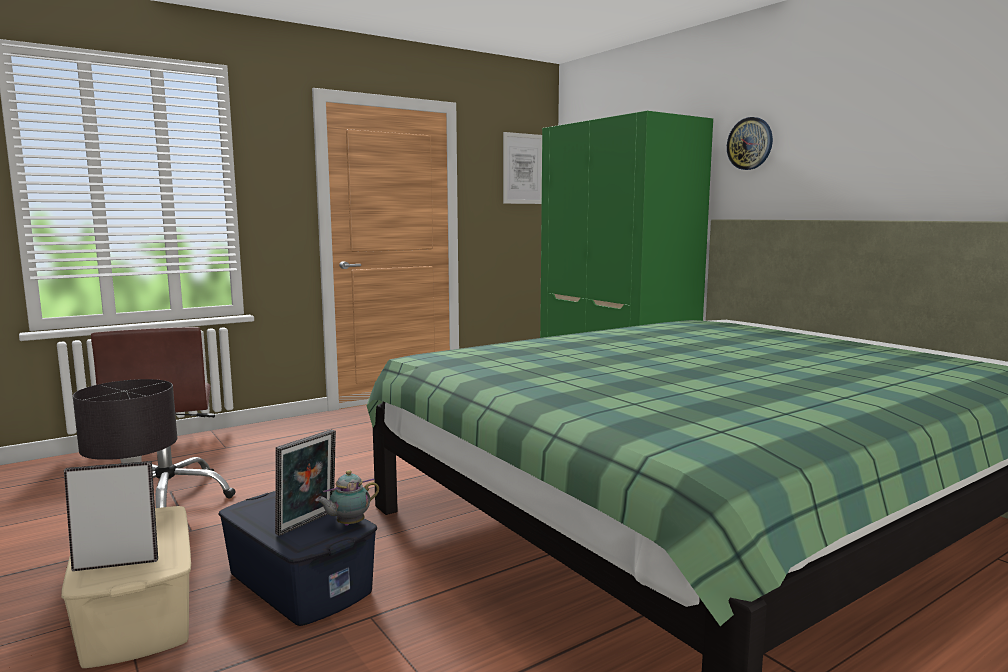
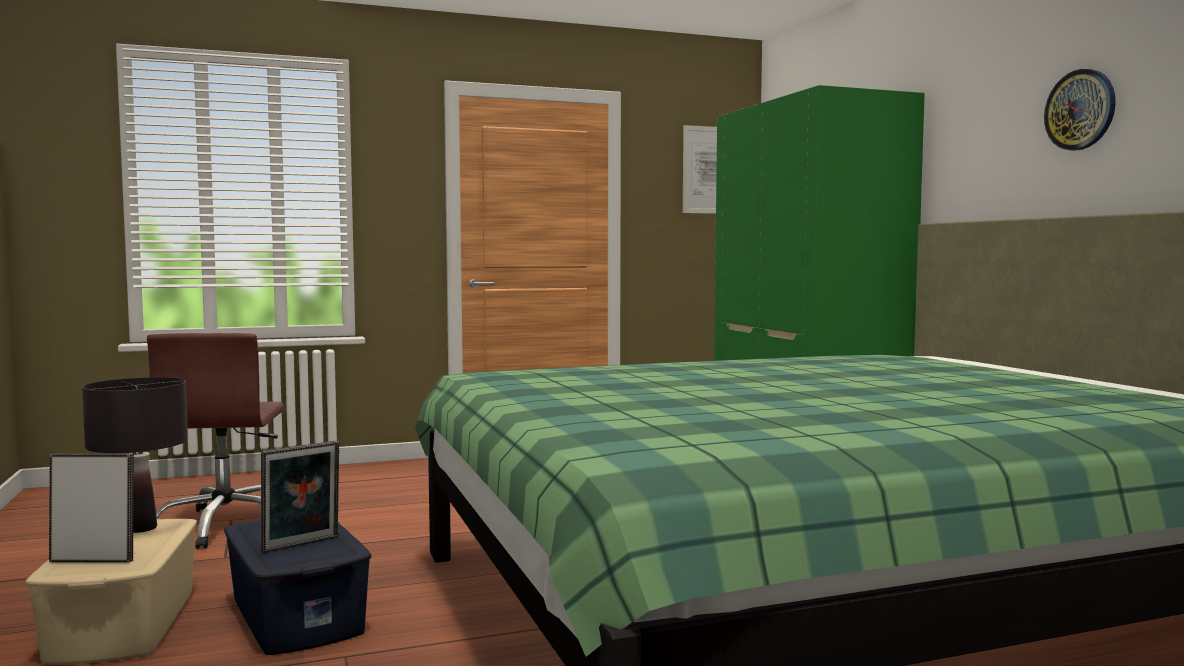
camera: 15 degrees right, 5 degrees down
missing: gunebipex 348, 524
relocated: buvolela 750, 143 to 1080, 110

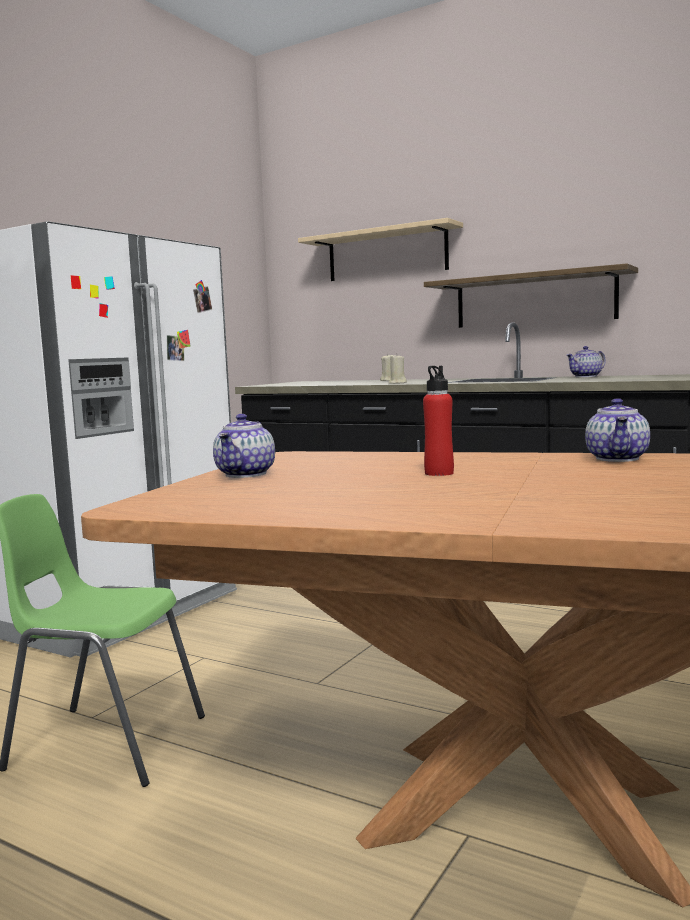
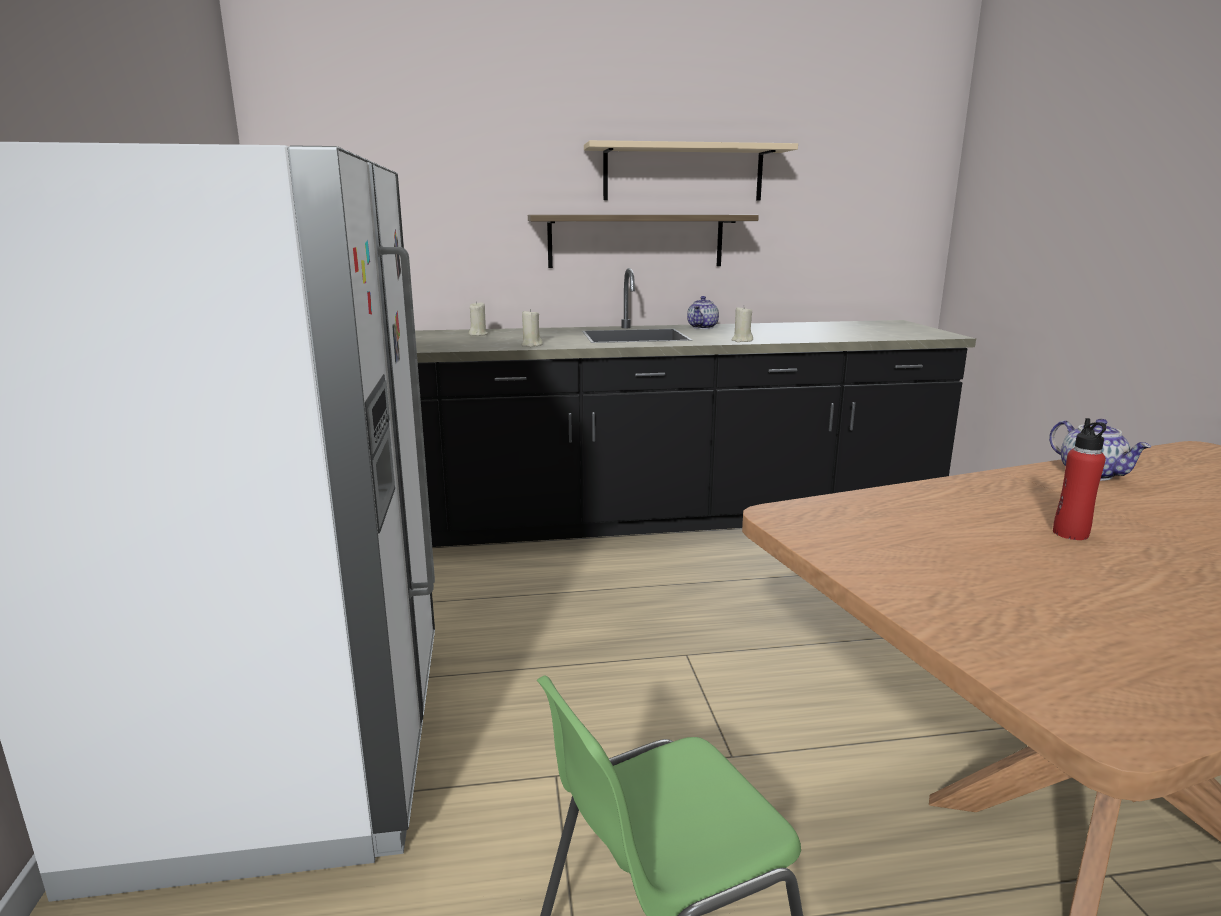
camera: 40 degrees left, 10 degrees up
missing: gunebipex 246, 474
appeared: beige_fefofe 741, 340
relocated: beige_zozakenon 387, 254 to 683, 173

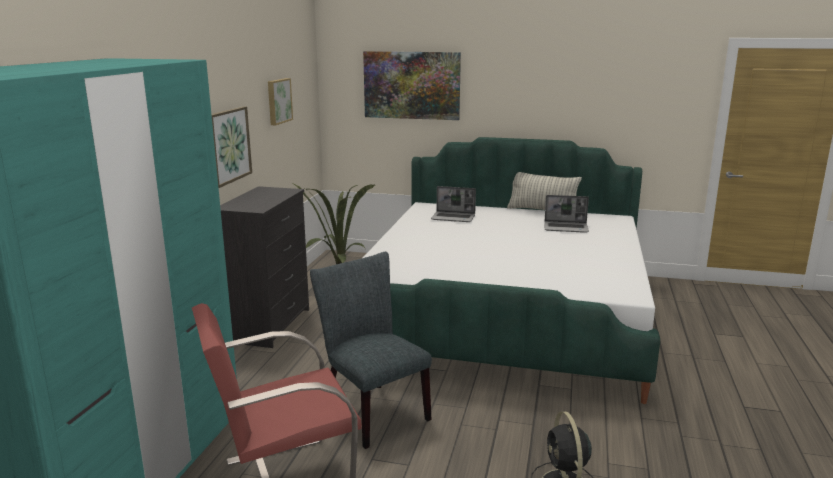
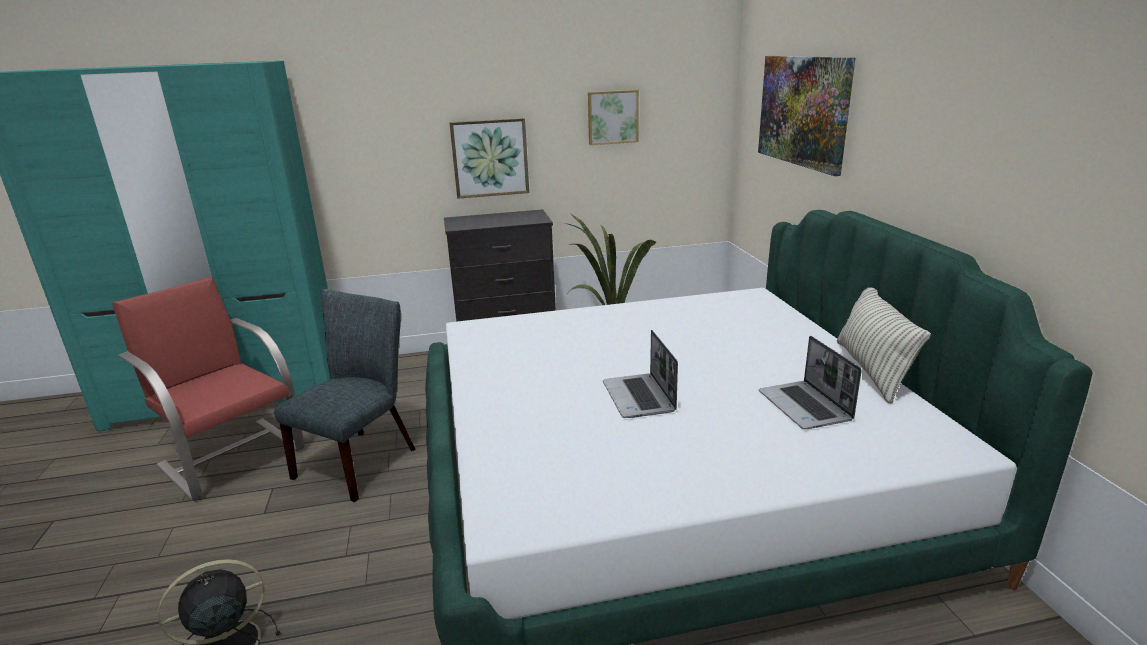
camera: 65 degrees right, 5 degrees up
relocated: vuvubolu 454, 218 to 639, 397

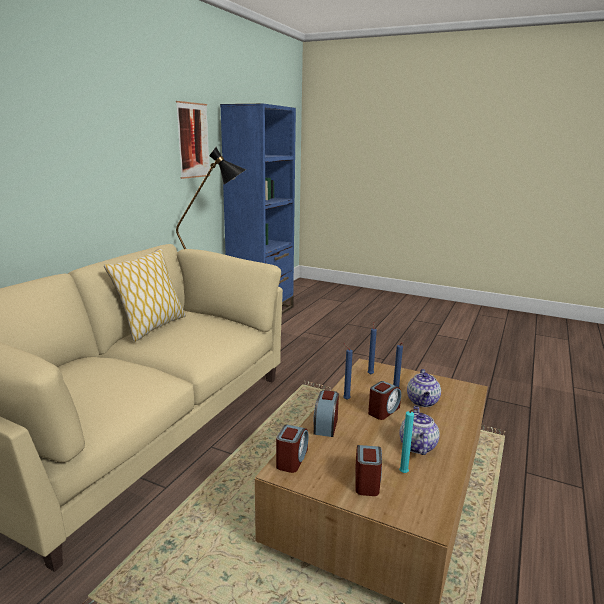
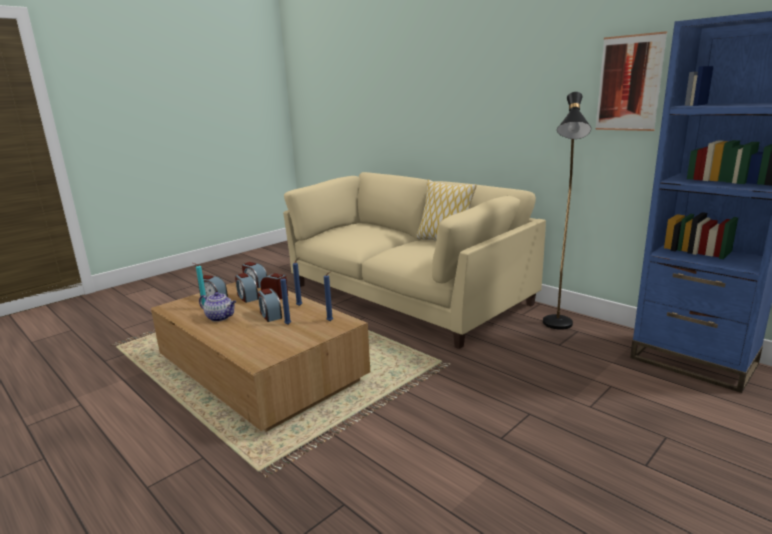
camera: 110 degrees right, 0 degrees up
missing: gunebipex 423, 402
appeared: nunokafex 247, 297

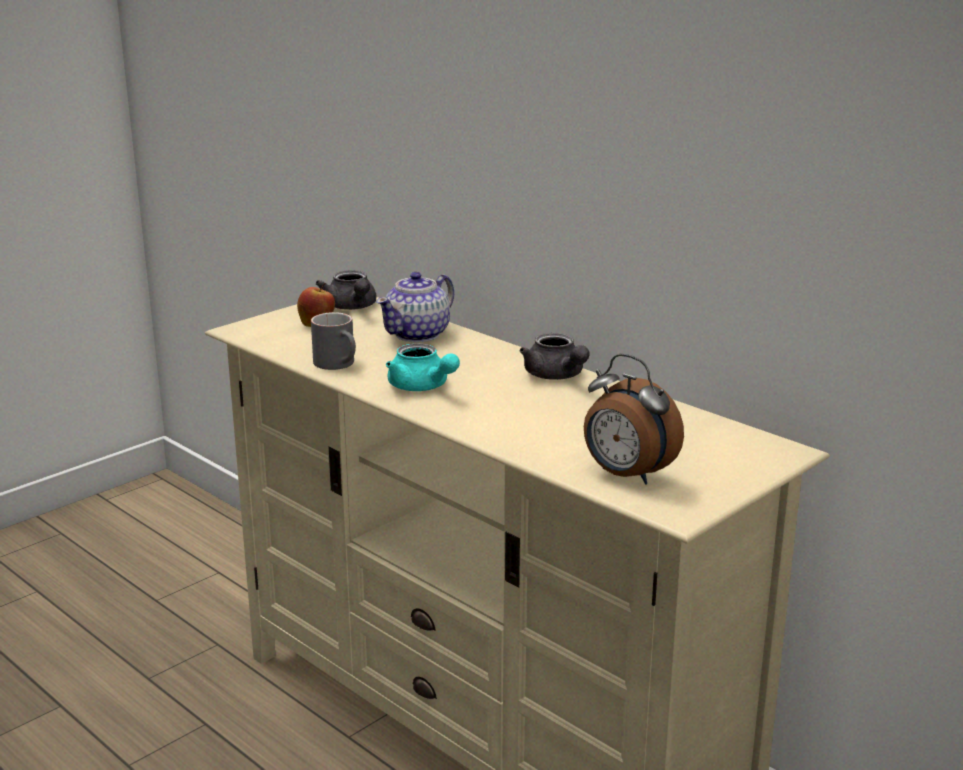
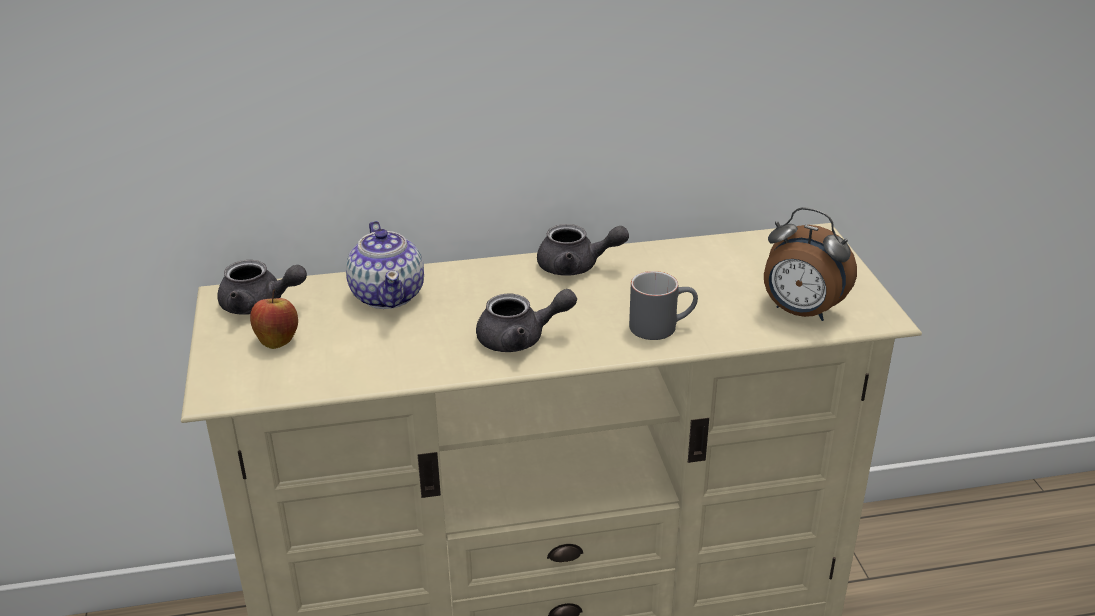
camera: 55 degrees left, 10 degrees up
relocated: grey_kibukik 339, 364 to 661, 326
colour: turquoise_gunebipex 422, 387 to grey_gunebipex 521, 339
spun: nunokafex 626, 475 = 800, 312 45 degrees clockwise

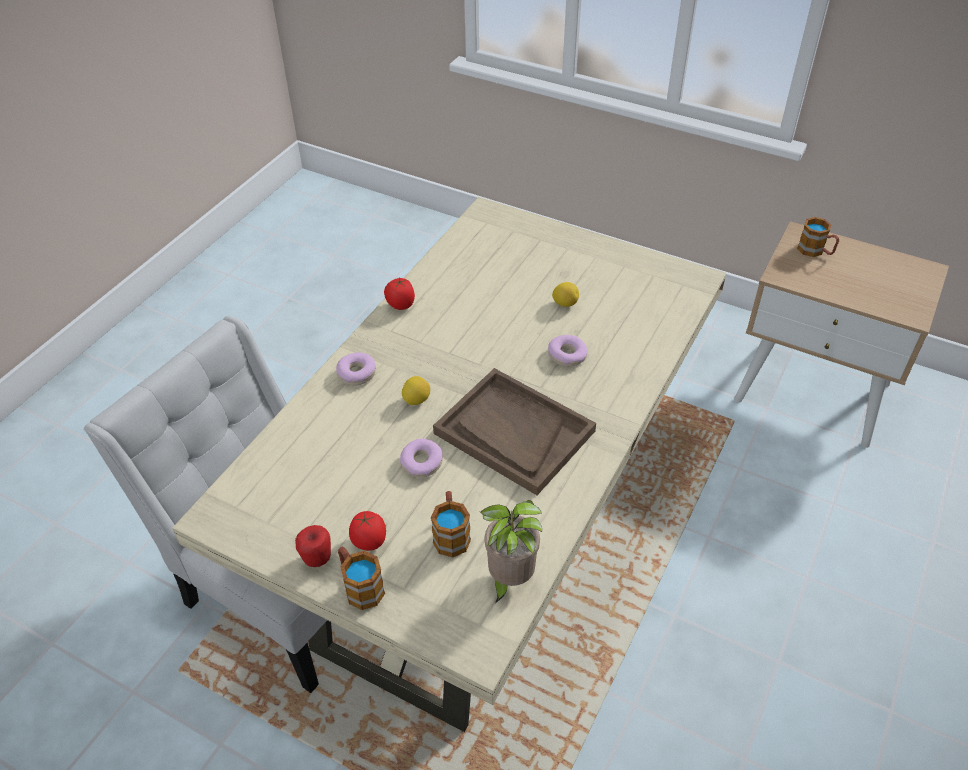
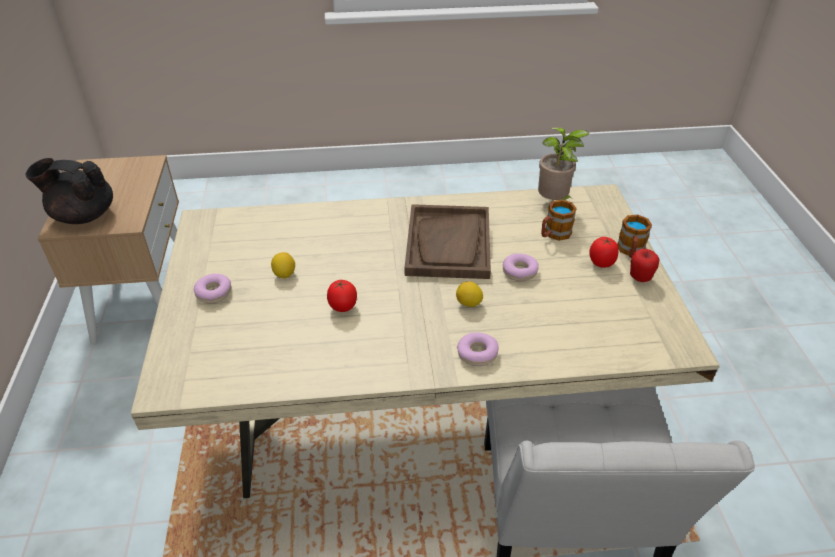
camera: 125 degrees left, 5 degrees down
relocated: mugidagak 400, 305 to 343, 307; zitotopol 567, 355 to 214, 293
exchanged: kibukik 815, 251 to black_gunebipex 83, 215

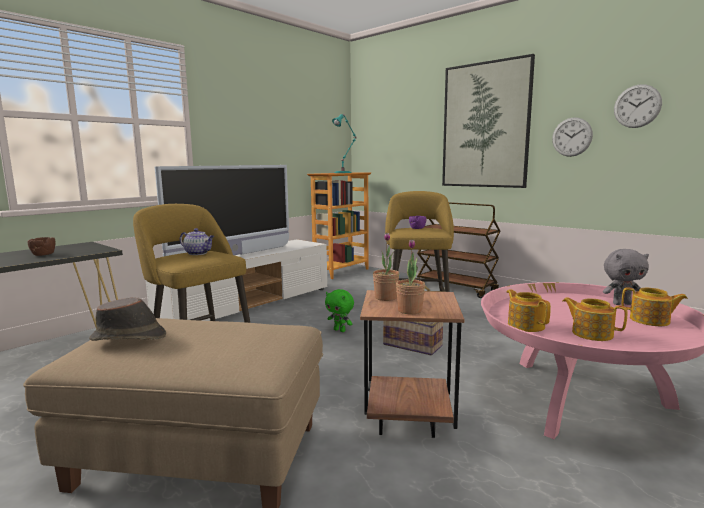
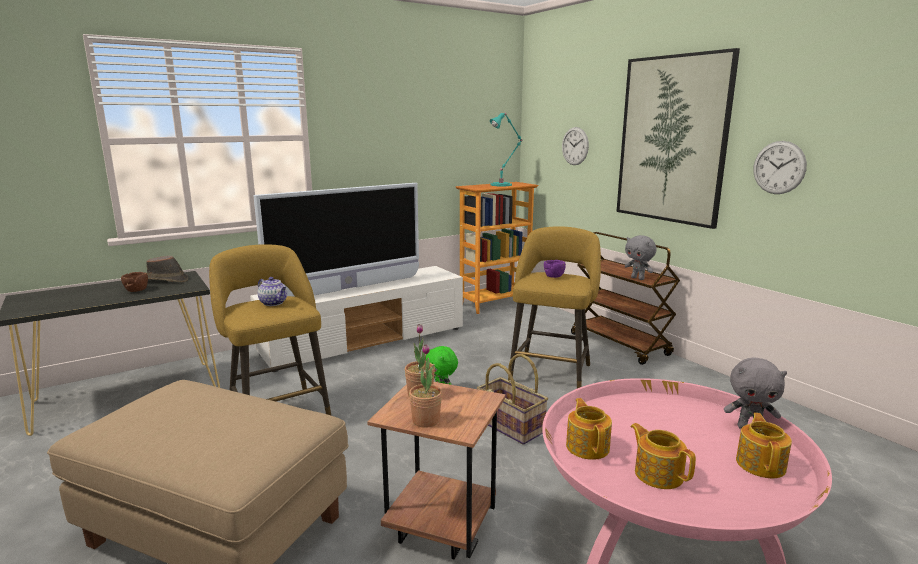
camera: 15 degrees right, 5 degrees up
appeared: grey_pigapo 638, 278
relocated: buvolela 637, 106 to 575, 146; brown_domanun 129, 338 to 166, 280
spun: gunebipex 650, 320 = 761, 464 120 degrees counterclockwise

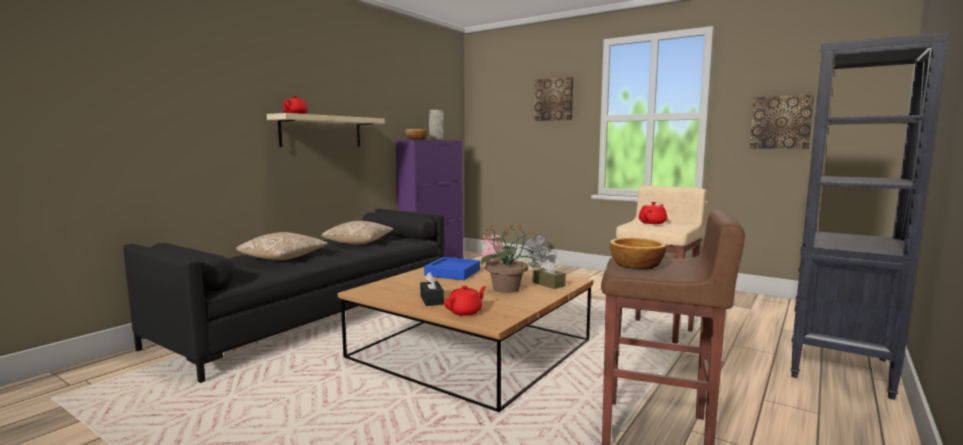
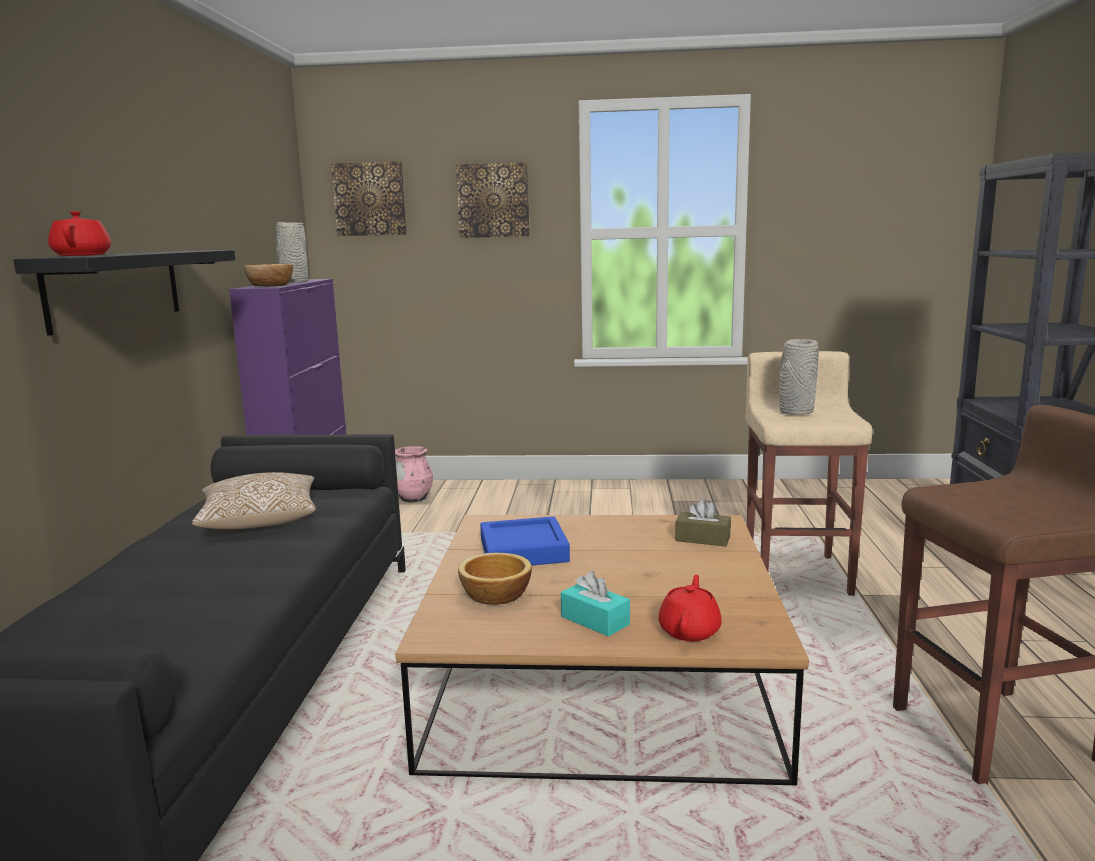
camera: 30 degrees left, 5 degrees up
missing: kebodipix 507, 289; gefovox 283, 258; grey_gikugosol 535, 267
relocated: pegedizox 781, 122 to 370, 199; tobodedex 635, 265 to 494, 595
exchanged: red_gunebipex 653, 223 to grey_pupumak 795, 411
colour: beige_zozakenon 321, 131 to black_zozakenon 115, 288; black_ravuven 431, 300 to turquoise_ravuven 595, 620

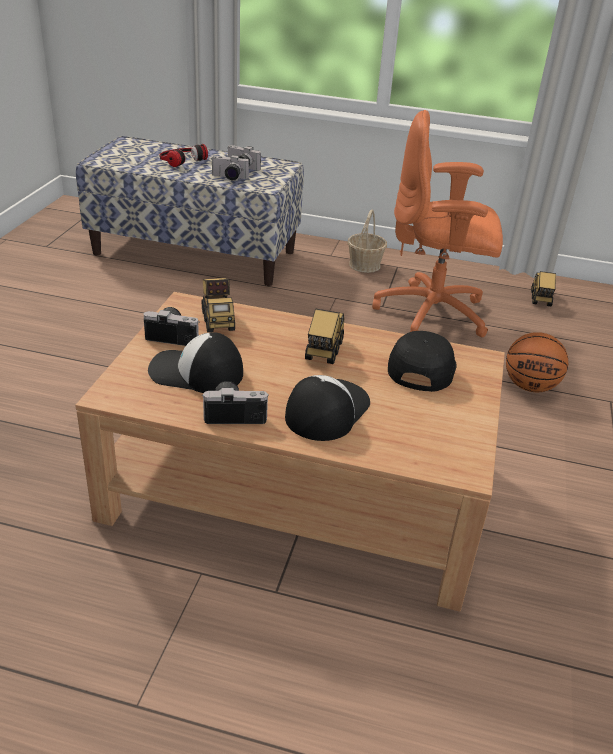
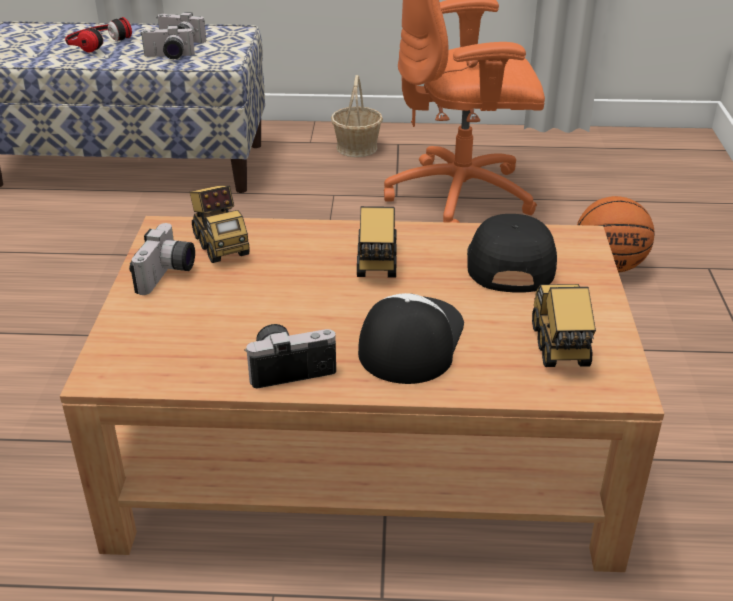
camera: 10 degrees left, 0 degrees up
missing: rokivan 195, 372
relocated: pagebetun 540, 299 to 560, 347
spun: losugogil 174, 335 = 168, 275 105 degrees clockwise

